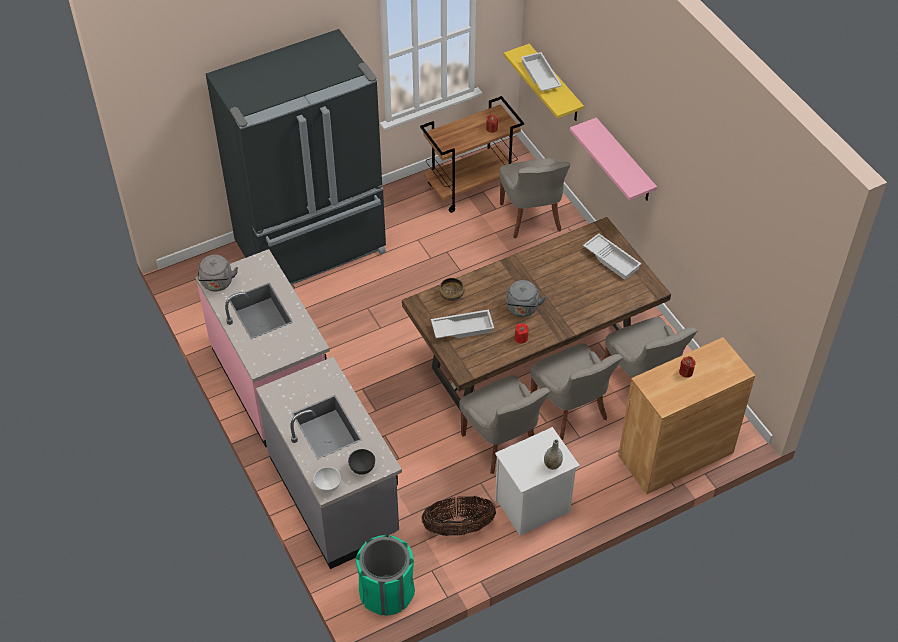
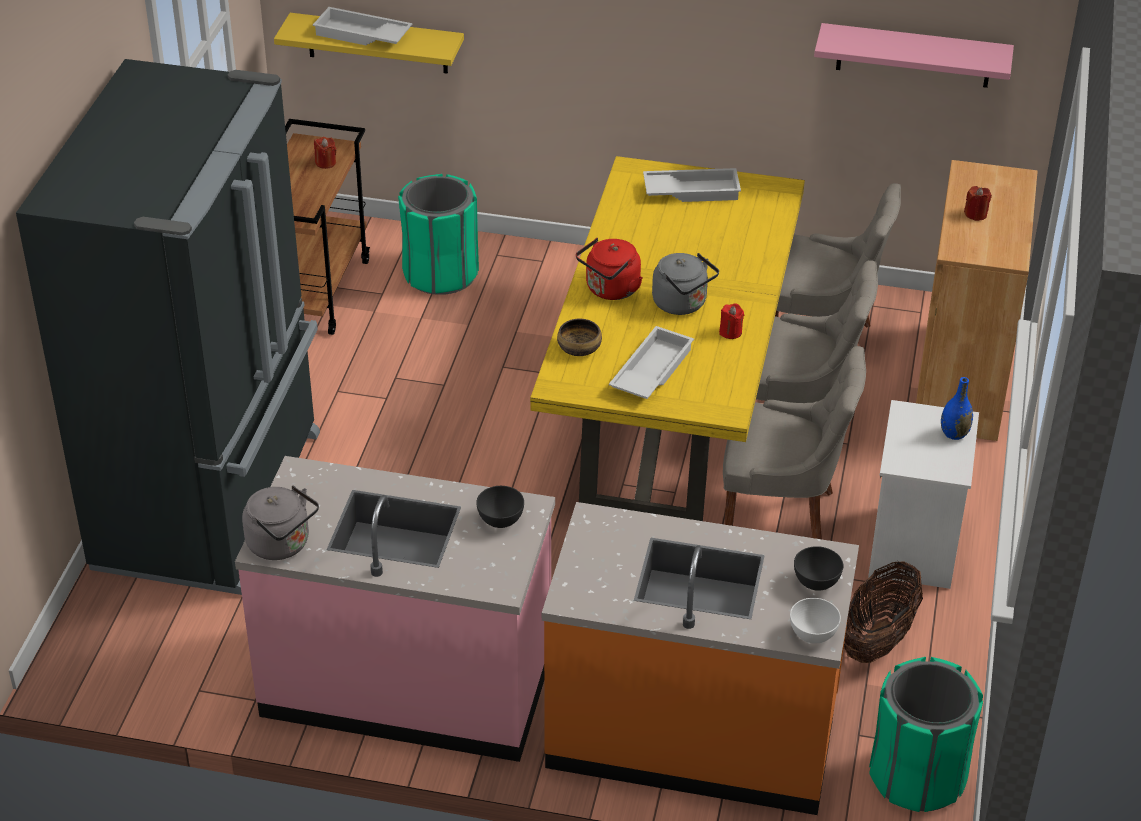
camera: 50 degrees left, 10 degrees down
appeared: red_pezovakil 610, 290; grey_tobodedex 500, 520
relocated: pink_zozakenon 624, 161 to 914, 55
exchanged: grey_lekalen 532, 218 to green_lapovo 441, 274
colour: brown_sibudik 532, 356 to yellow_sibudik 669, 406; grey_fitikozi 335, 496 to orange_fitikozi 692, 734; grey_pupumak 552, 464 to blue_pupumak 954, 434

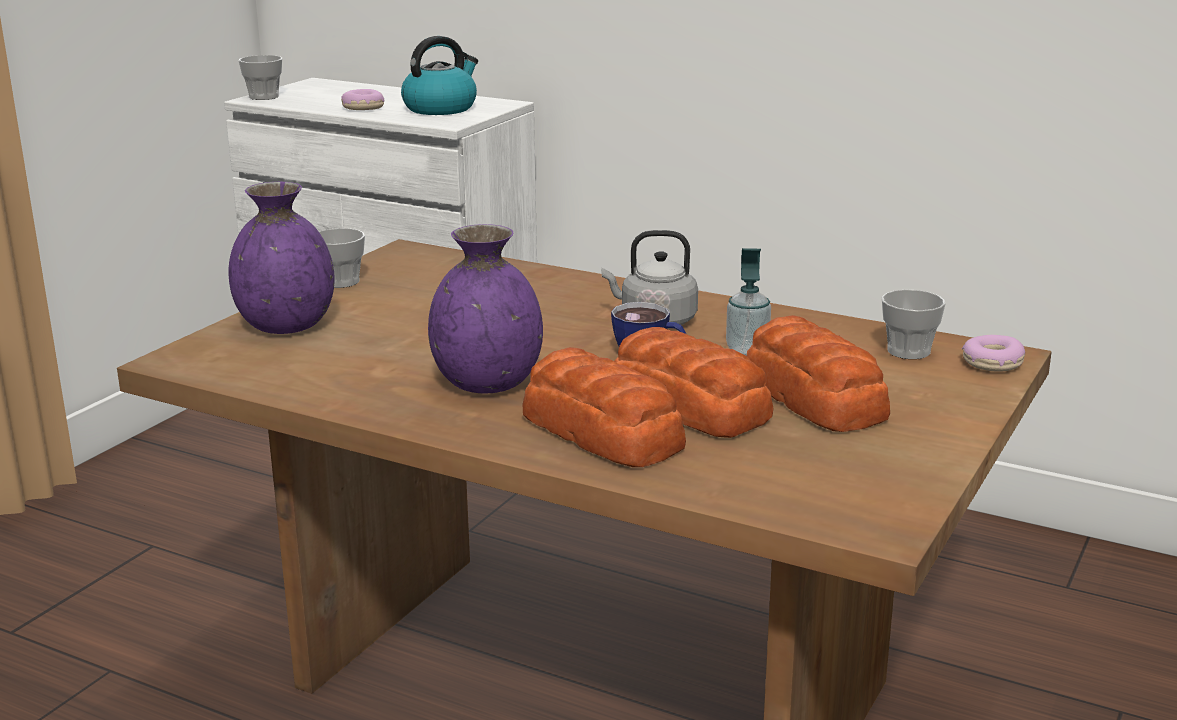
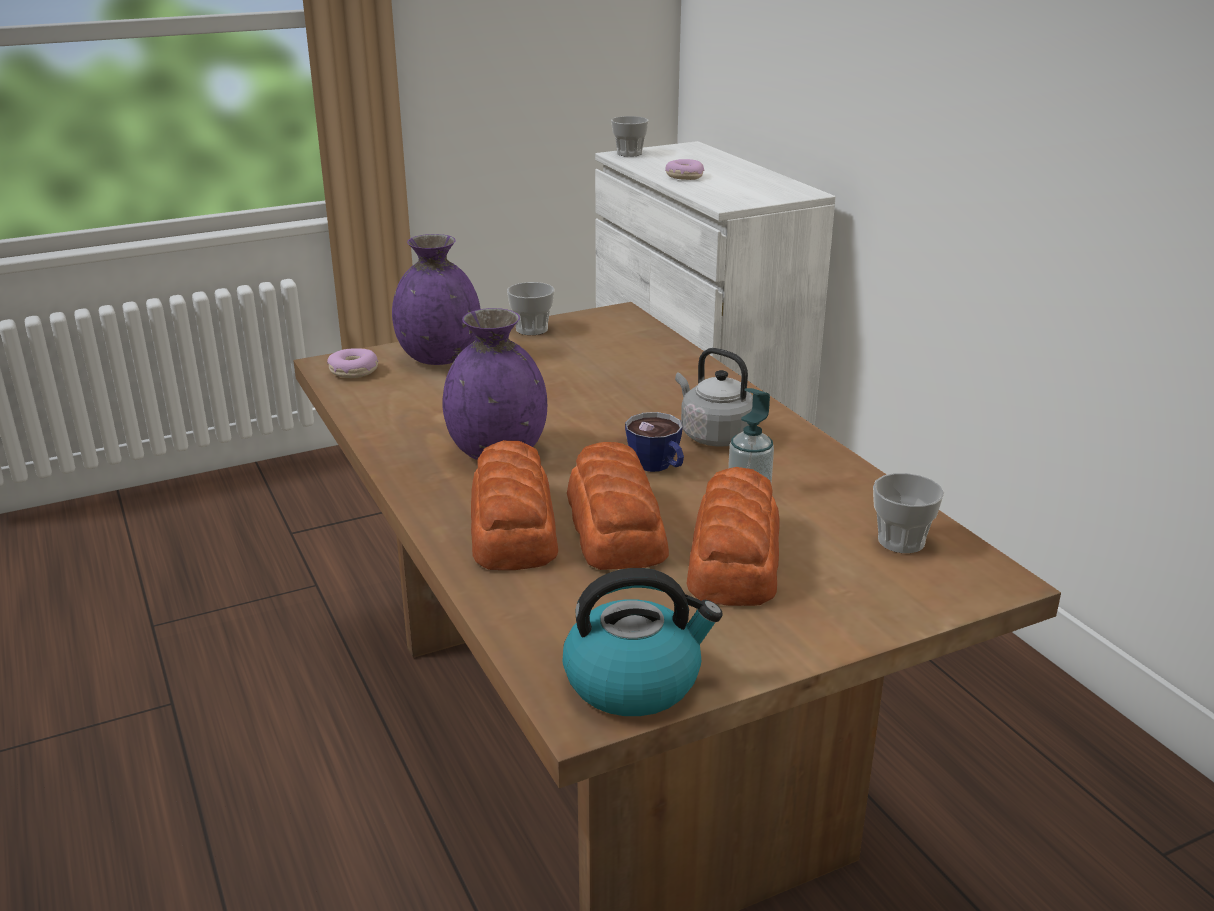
camera: 35 degrees right, 5 degrees up
relocated: pezovakil 441, 108 to 634, 681; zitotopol 992, 363 to 354, 371

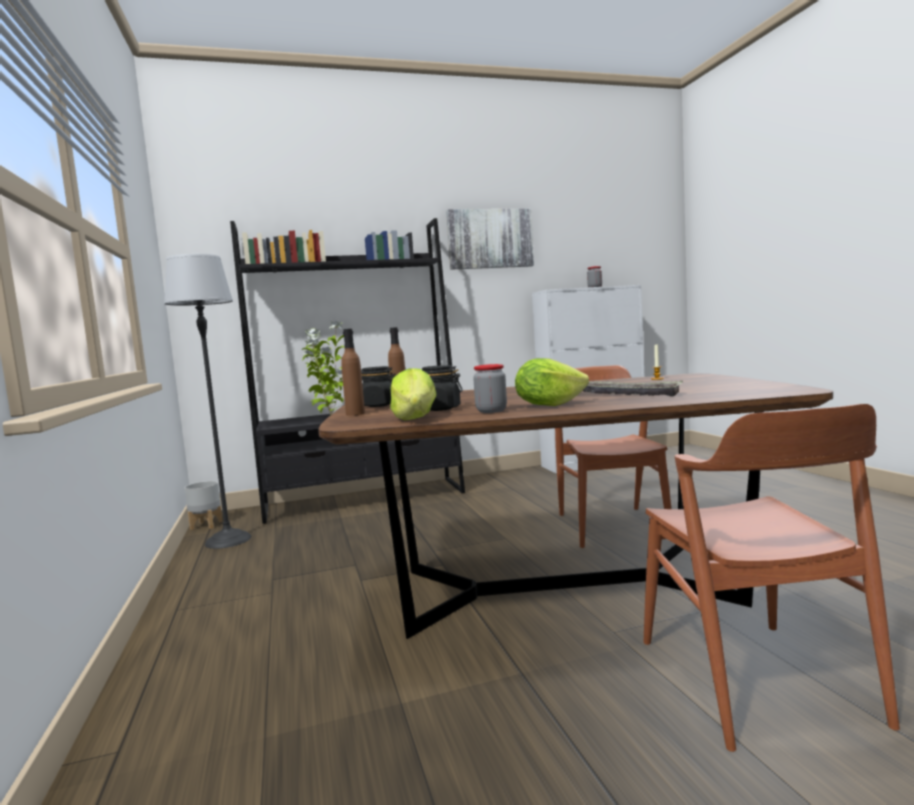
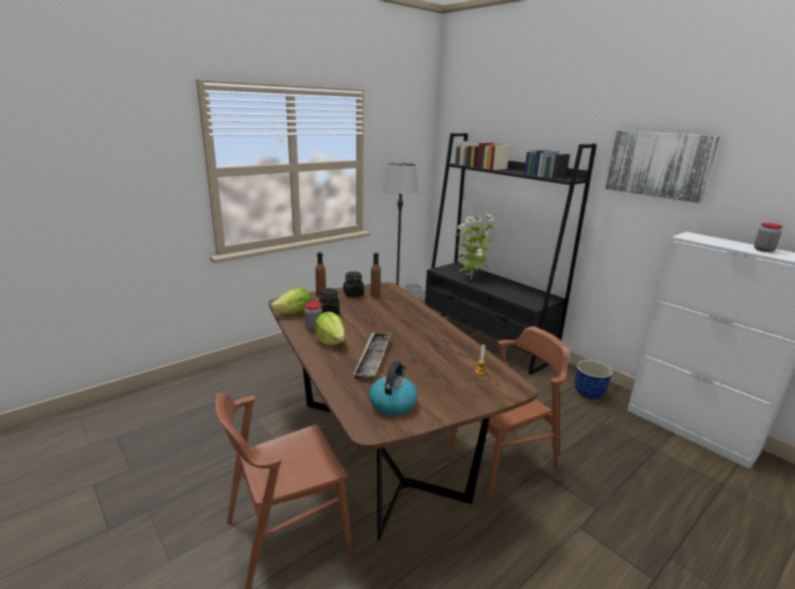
camera: 65 degrees right, 15 degrees up
appeared: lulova 589, 393; pezovakil 393, 403

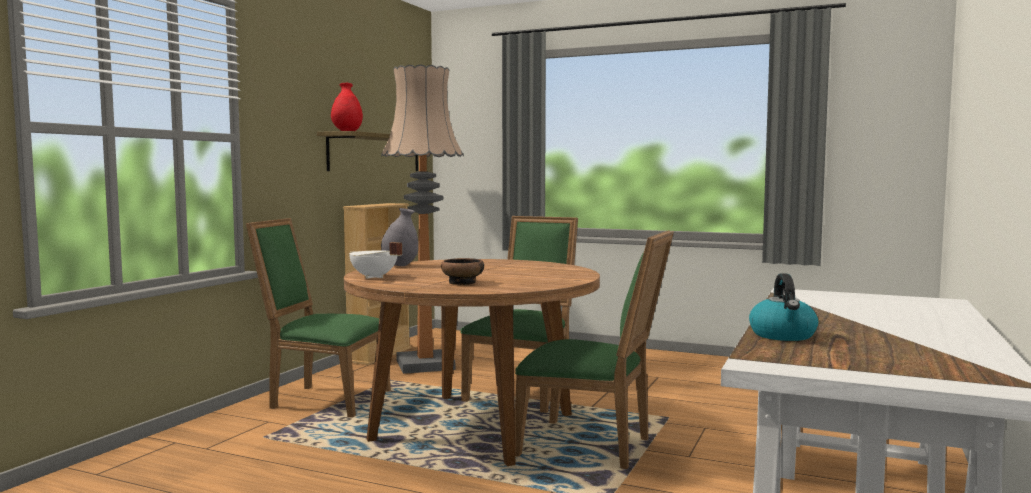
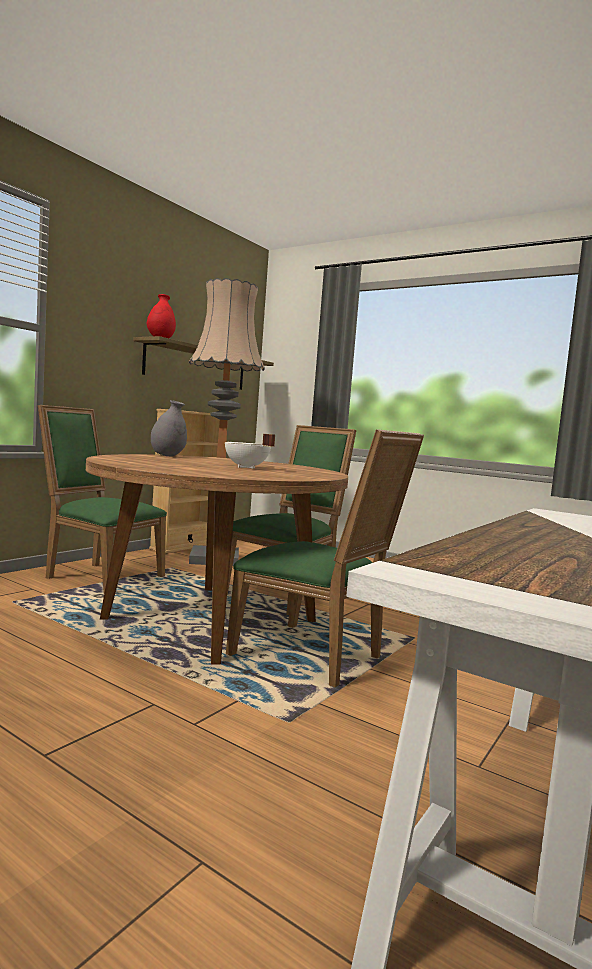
camera: 10 degrees right, 0 degrees up
missing: tobodedex 463, 283; pezovakil 783, 335
relocated: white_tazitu 373, 277 to 246, 467

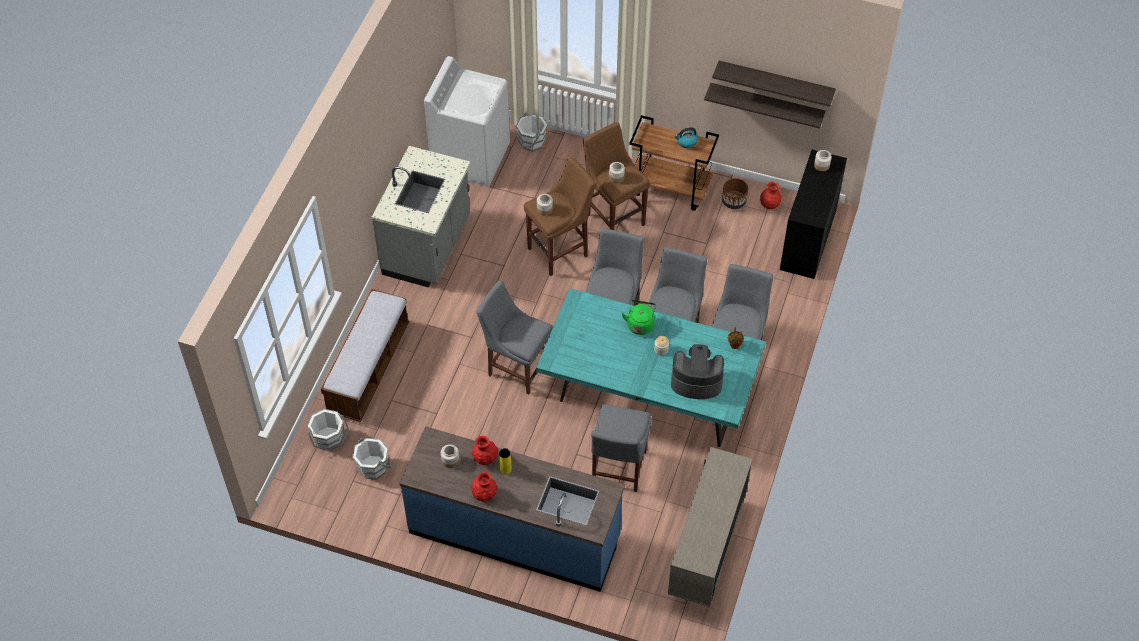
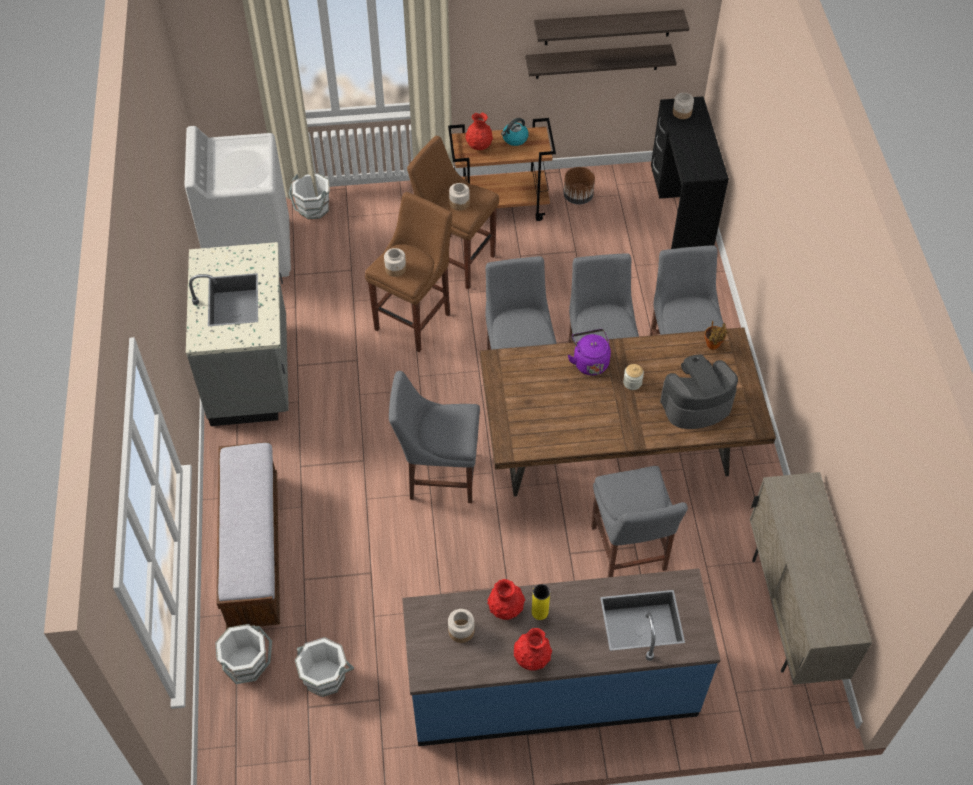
camera: 25 degrees left, 0 degrees up
relocated: red_pupumak 769, 205 to 479, 146
colour: turquoise_sibudik 647, 400 to brown_sibudik 614, 454; green_pezovakil 640, 324 to purple_pezovakil 589, 362

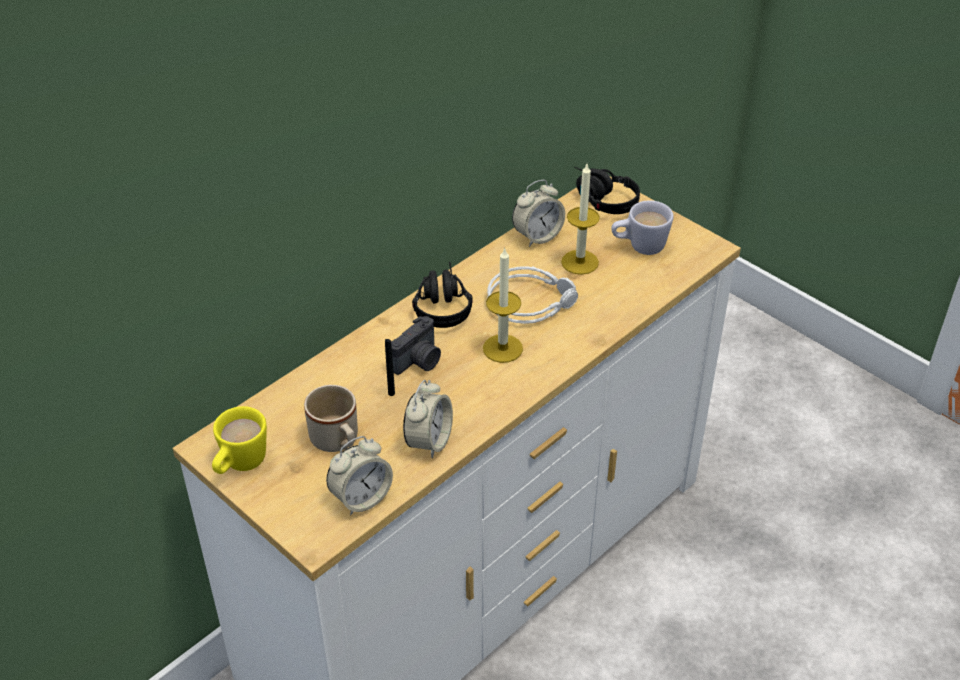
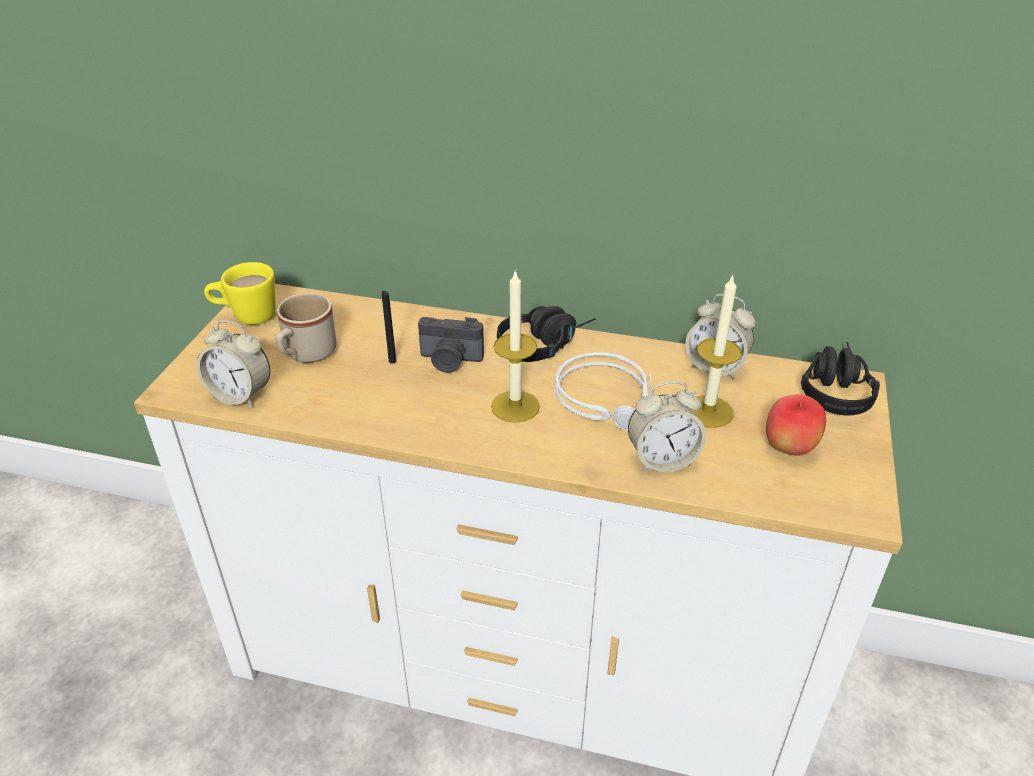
camera: 60 degrees right, 5 degrees down
relocated: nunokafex 429, 441 to 662, 460
exchanged: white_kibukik 639, 247 to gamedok 789, 448

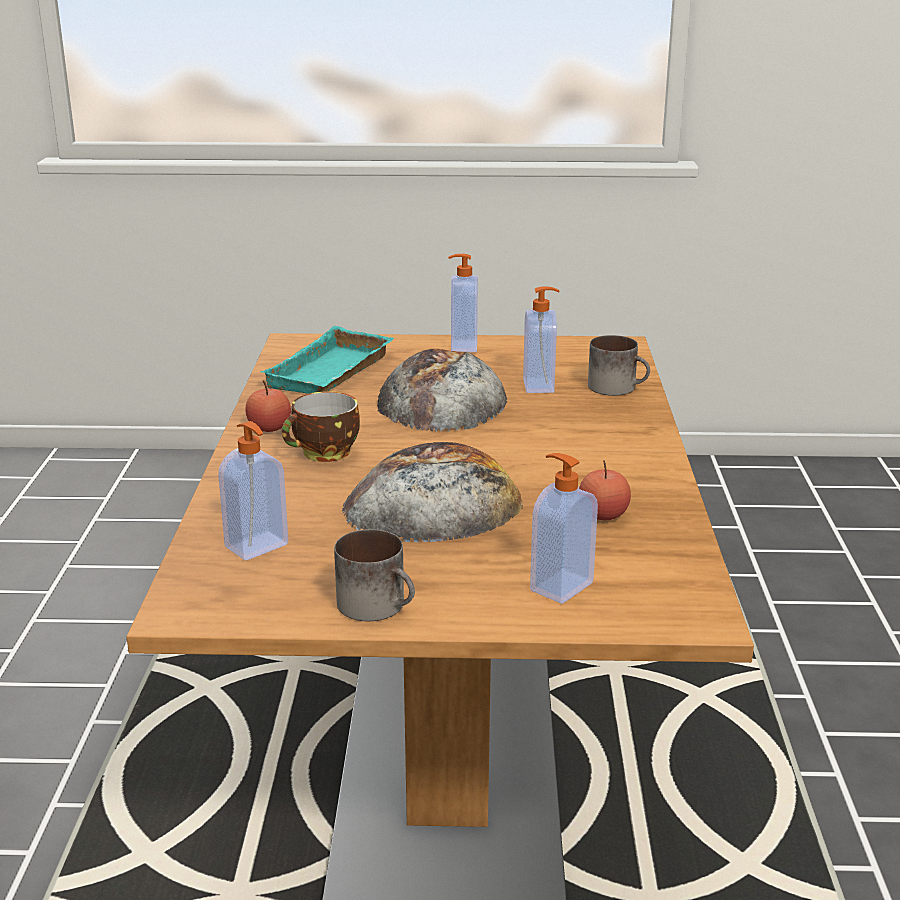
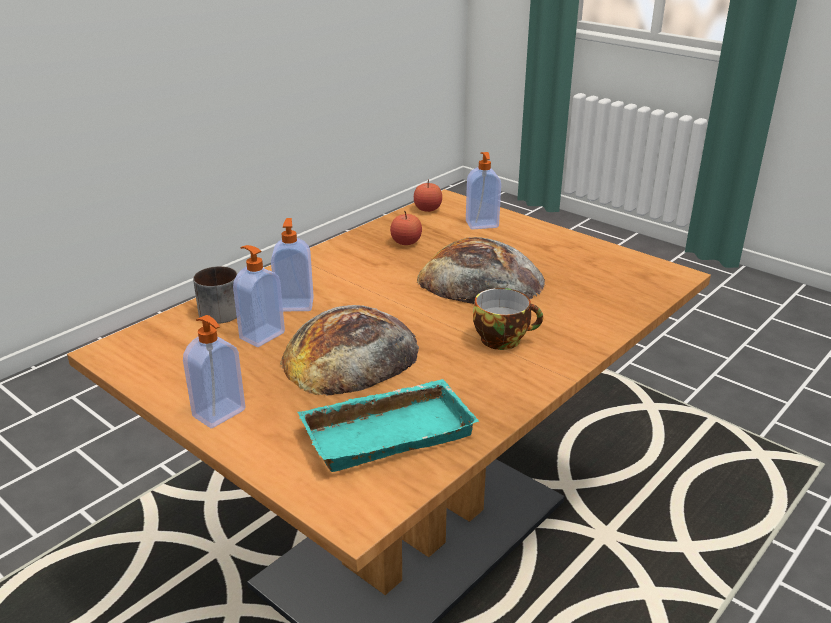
camera: 140 degrees left, 5 degrees up
missing: kibukik 379, 605
relocated: gamedok 269, 428 to 427, 209; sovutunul 258, 547 to 295, 304

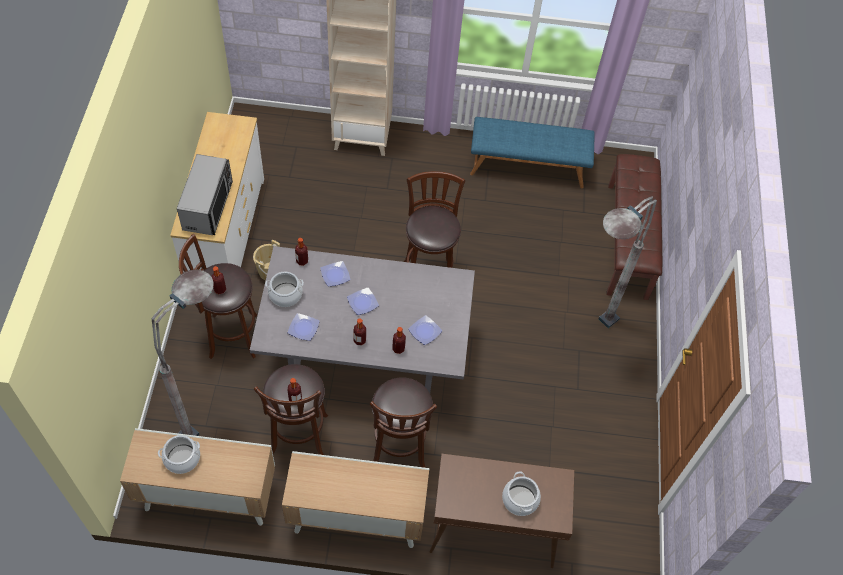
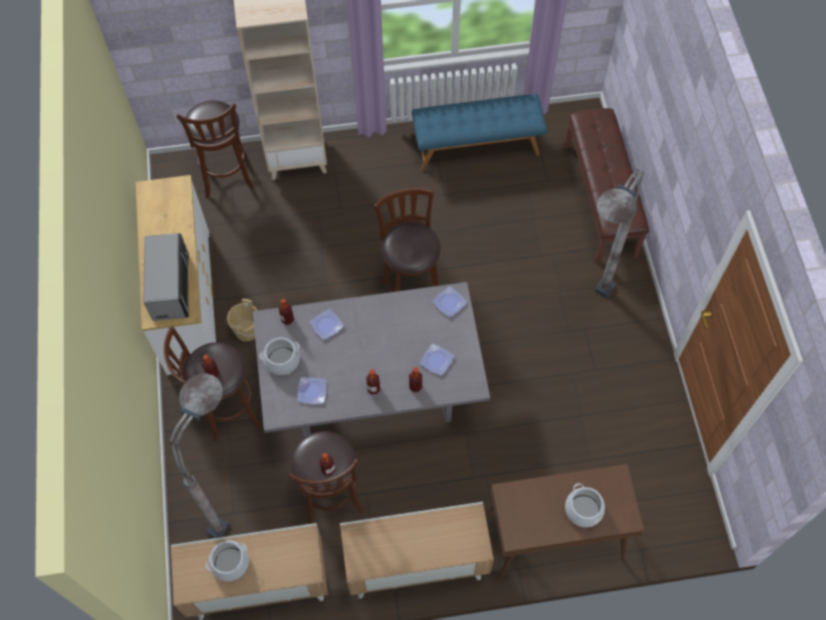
camera: 10 degrees left, 5 degrees up
relocated: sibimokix 363, 302 to 449, 302; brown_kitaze 399, 450 to 227, 179

